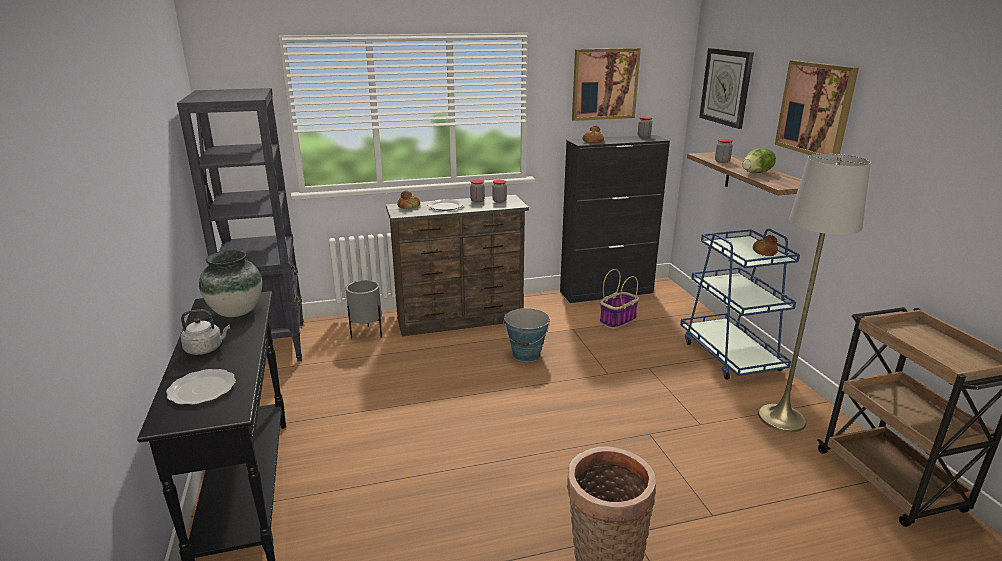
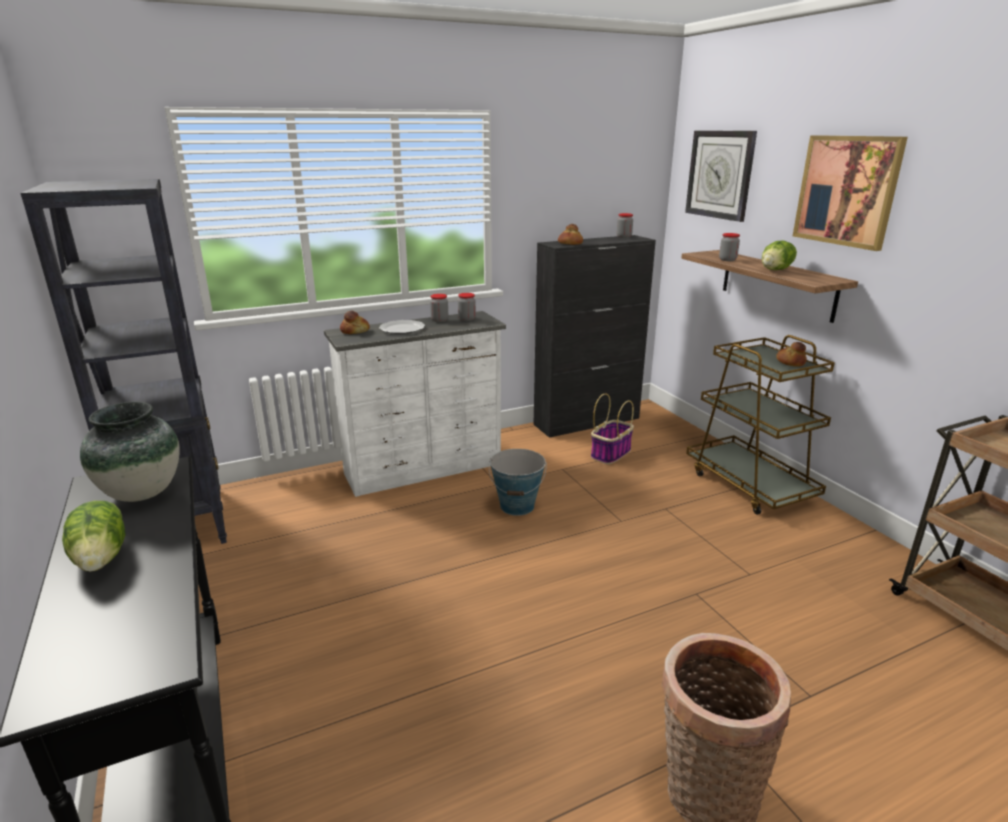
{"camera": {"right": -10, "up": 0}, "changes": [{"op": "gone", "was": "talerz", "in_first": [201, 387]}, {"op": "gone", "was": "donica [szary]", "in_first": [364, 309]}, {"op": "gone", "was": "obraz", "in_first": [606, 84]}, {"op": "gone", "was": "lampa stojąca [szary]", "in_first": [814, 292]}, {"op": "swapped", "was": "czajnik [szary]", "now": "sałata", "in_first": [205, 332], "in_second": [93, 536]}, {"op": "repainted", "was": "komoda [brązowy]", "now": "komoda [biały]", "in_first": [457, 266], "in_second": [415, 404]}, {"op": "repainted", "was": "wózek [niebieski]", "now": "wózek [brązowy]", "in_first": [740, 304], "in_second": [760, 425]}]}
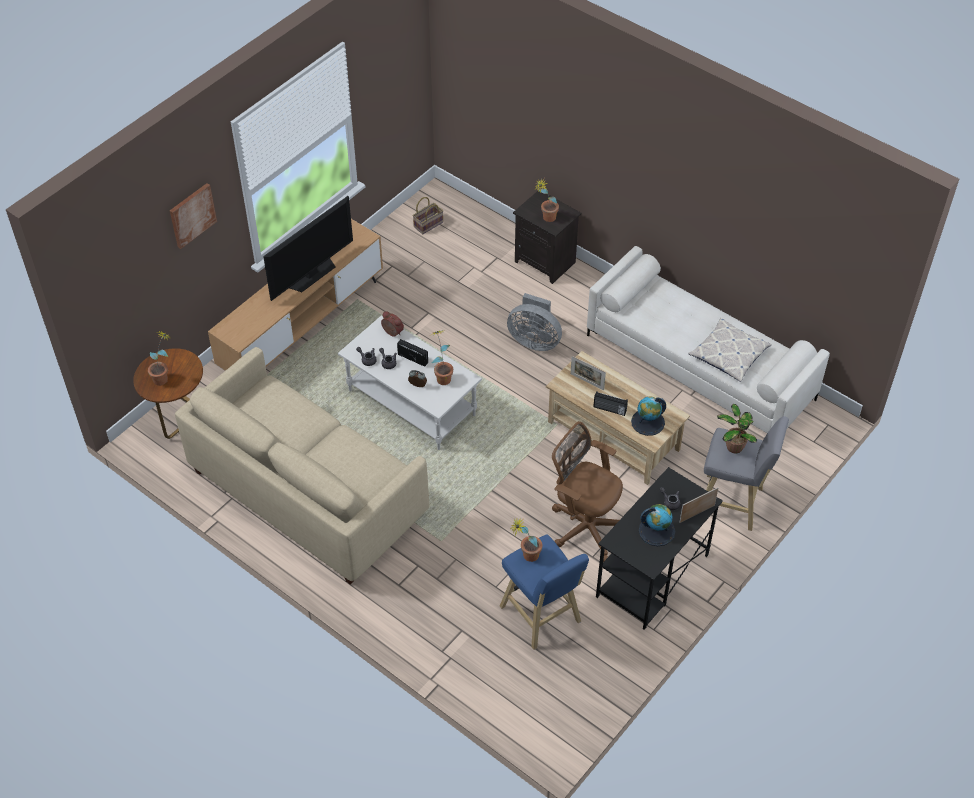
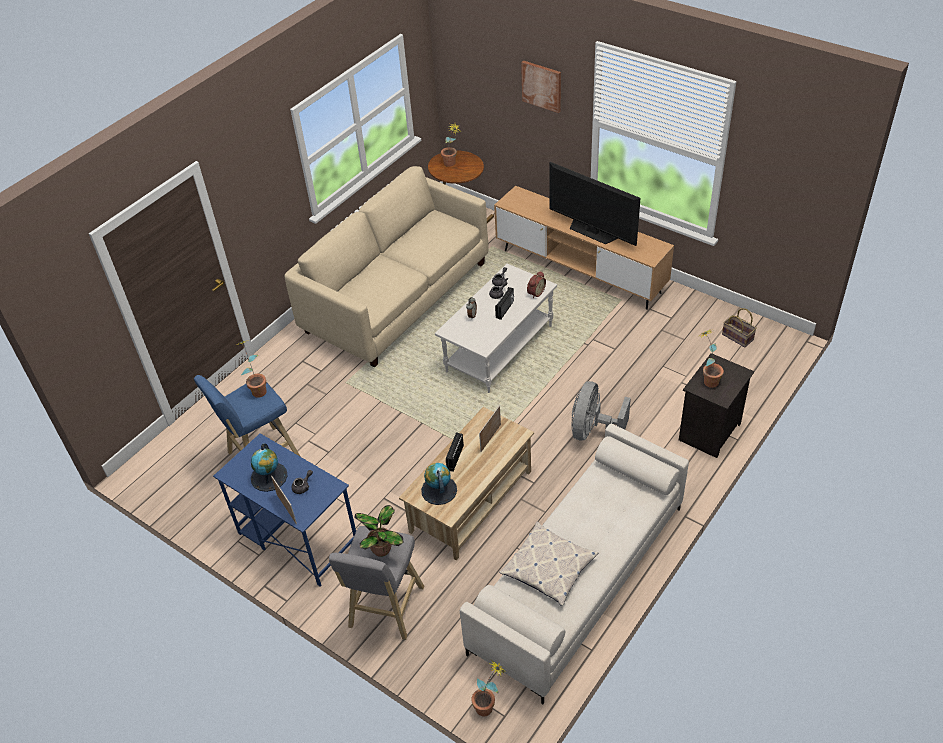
{"camera": {"right": 90, "up": -5}, "changes": [{"op": "gone", "was": "krzesło biurowe [brązowy]", "in_first": [587, 491]}, {"op": "shifted", "was": "roślina doniczkowa", "in_first": [442, 358], "in_second": [488, 689]}, {"op": "repainted", "was": "biurko [czarny]", "now": "biurko [niebieski]", "in_first": [659, 548], "in_second": [284, 509]}]}
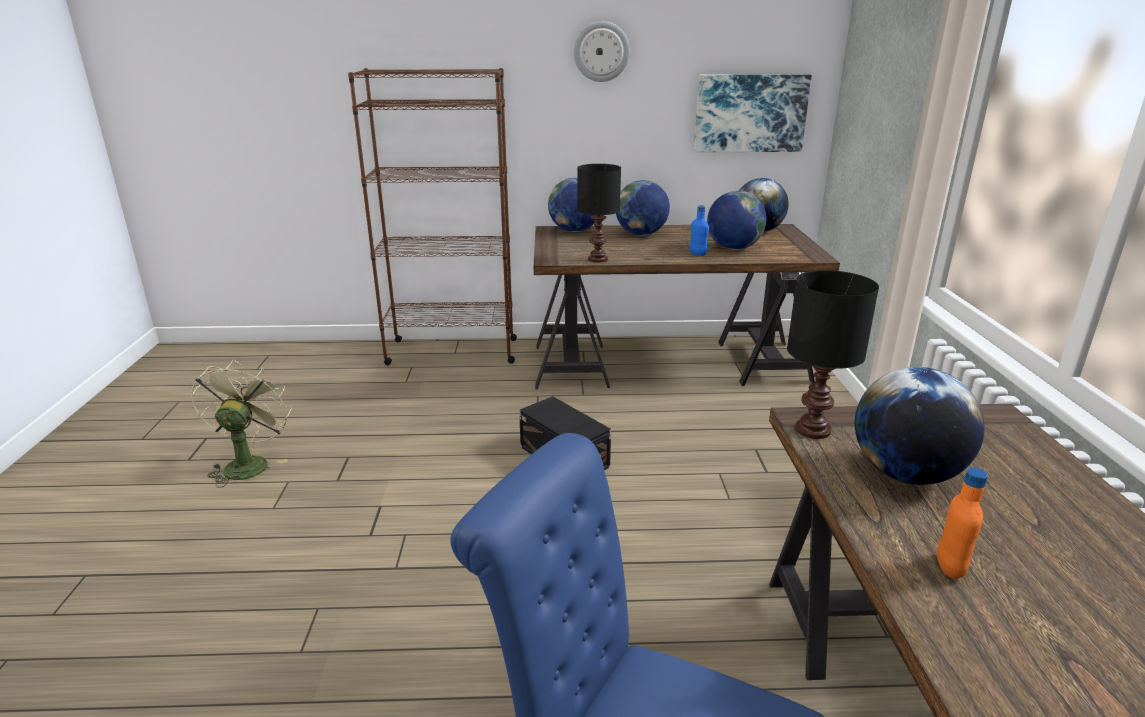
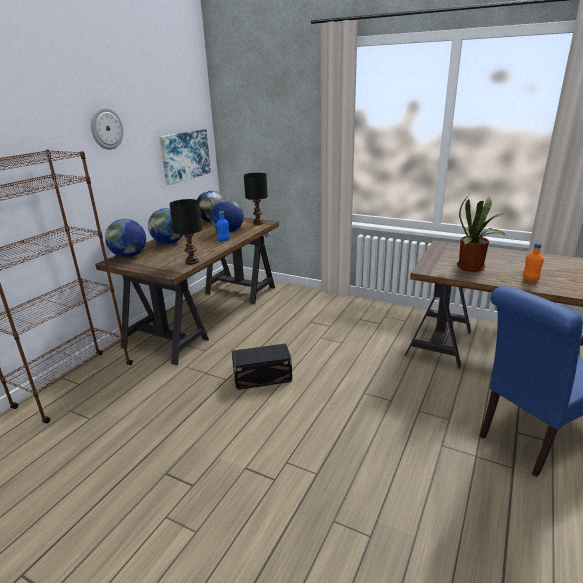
{"camera": {"right": -60, "up": 0}, "changes": [{"op": "gone", "was": "wentylator [zielony]", "in_first": [241, 423]}, {"op": "shifted", "was": "lampa stołowa [czarny]", "in_first": [833, 354], "in_second": [256, 199]}, {"op": "swapped", "was": "globus", "now": "roślina doniczkowa", "in_first": [920, 426], "in_second": [485, 233]}]}
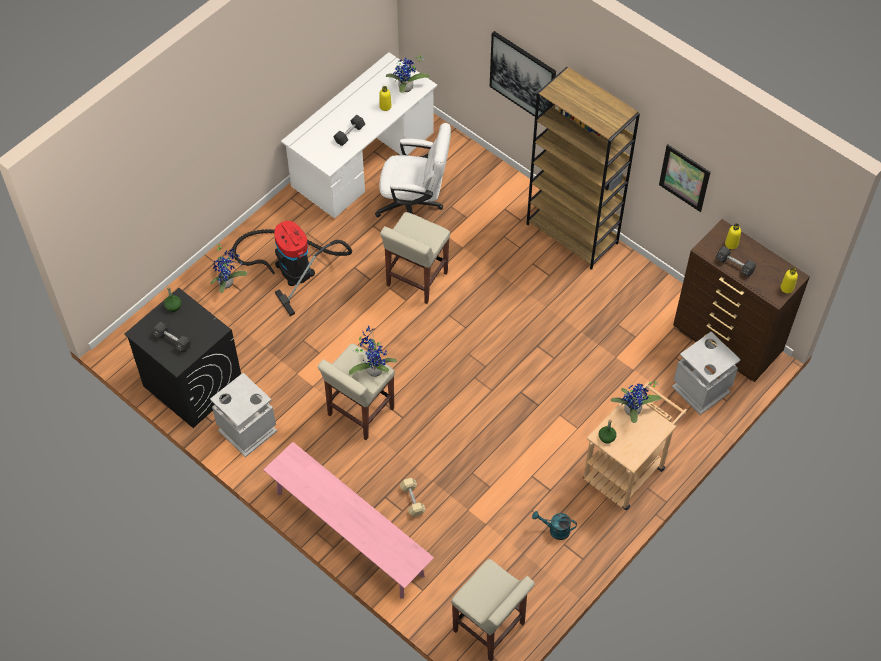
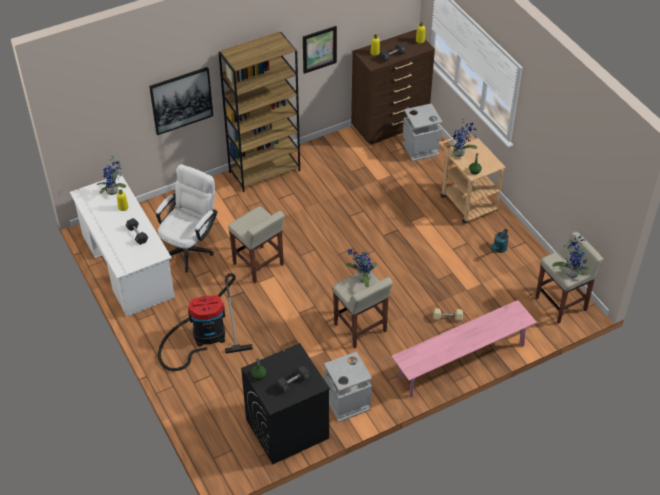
{"camera": {"right": -70, "up": -10}, "changes": [{"op": "shifted", "was": "roślina doniczkowa", "in_first": [228, 267], "in_second": [572, 257]}]}
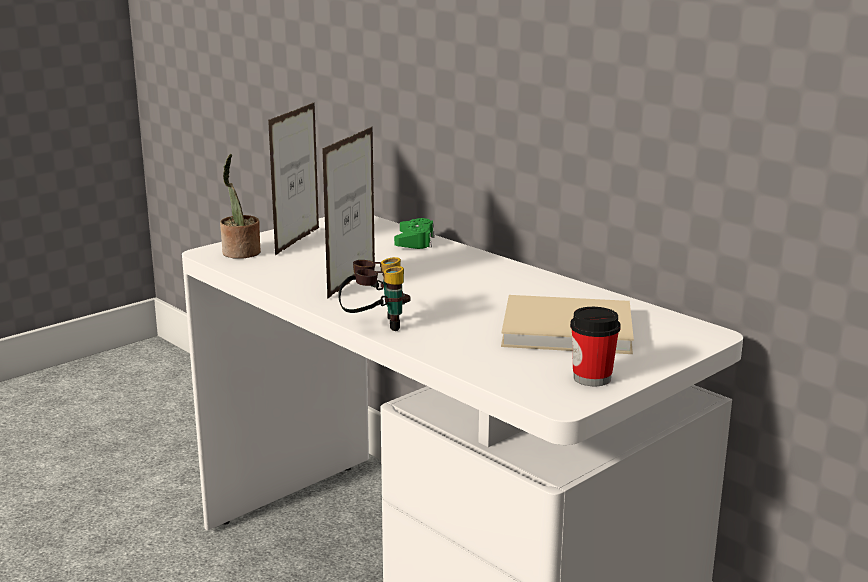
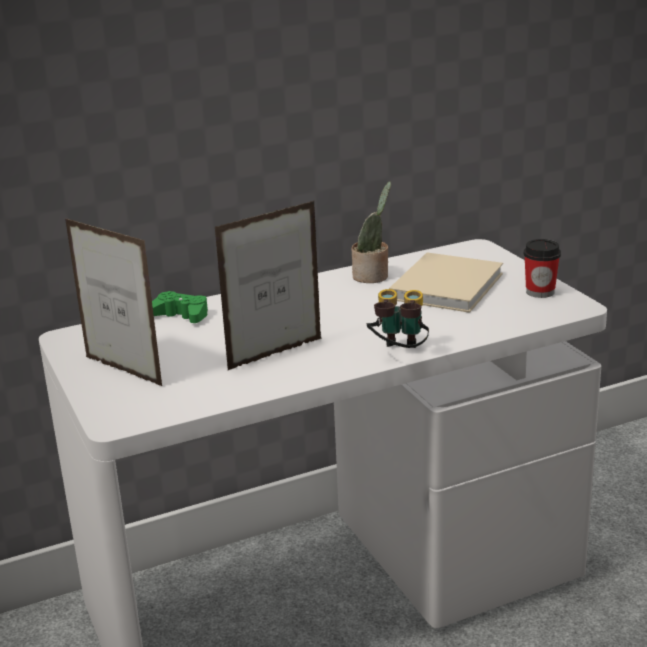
{"camera": {"right": -70, "up": 5}, "changes": [{"op": "shifted", "was": "roślina doniczkowa", "in_first": [240, 206], "in_second": [371, 232]}, {"op": "rotated", "was": "ramka na zdjęcie", "in_first": [348, 212], "in_second": [268, 285], "clockwise": 105}]}
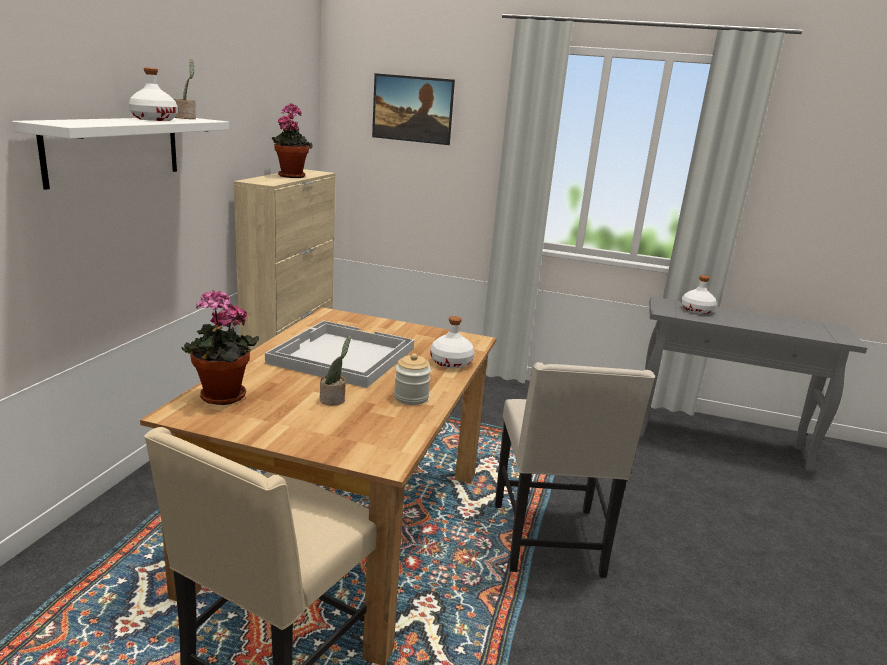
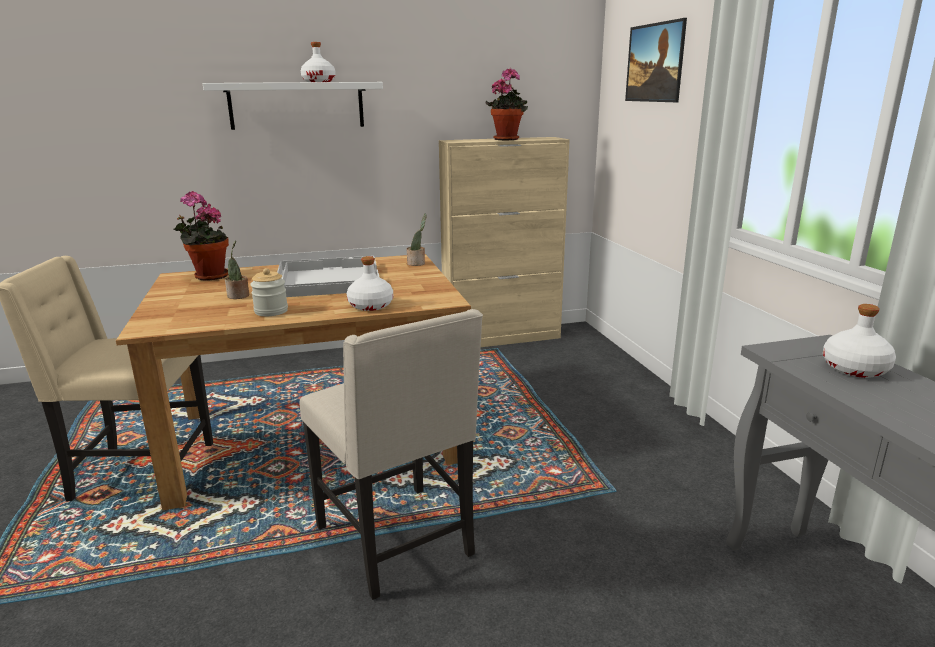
{"camera": {"right": 60, "up": 0}, "changes": [{"op": "shifted", "was": "roślina doniczkowa", "in_first": [185, 89], "in_second": [417, 240]}, {"op": "rotated", "was": "krzesło [beżowy]", "in_first": [575, 470], "in_second": [391, 454], "clockwise": -90}]}
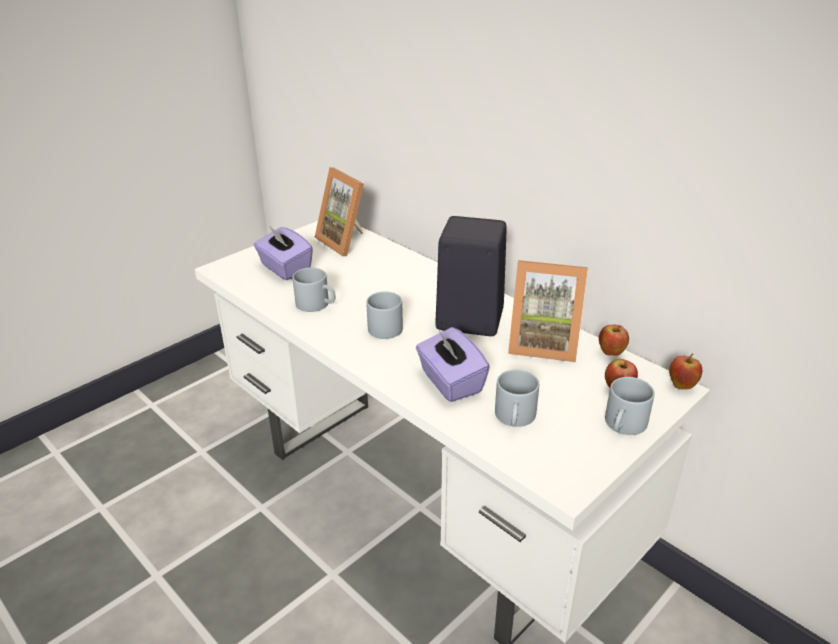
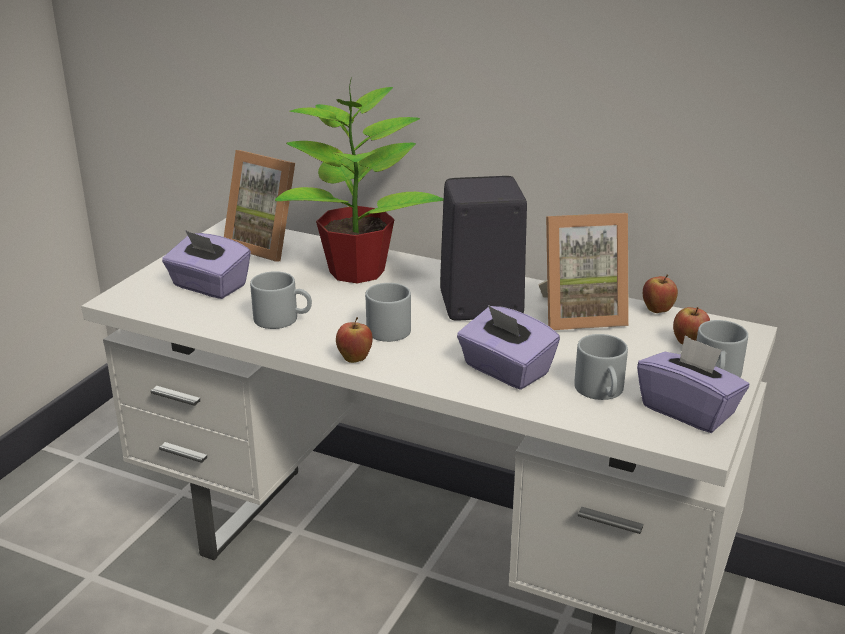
{"camera": {"right": -20, "up": -5}, "changes": [{"op": "new", "now": "roślina doniczkowa", "in_second": [359, 180]}, {"op": "new", "now": "pudełko chusteczek [fioletowy]", "in_second": [693, 384]}, {"op": "shifted", "was": "jabłko", "in_first": [685, 371], "in_second": [354, 340]}]}
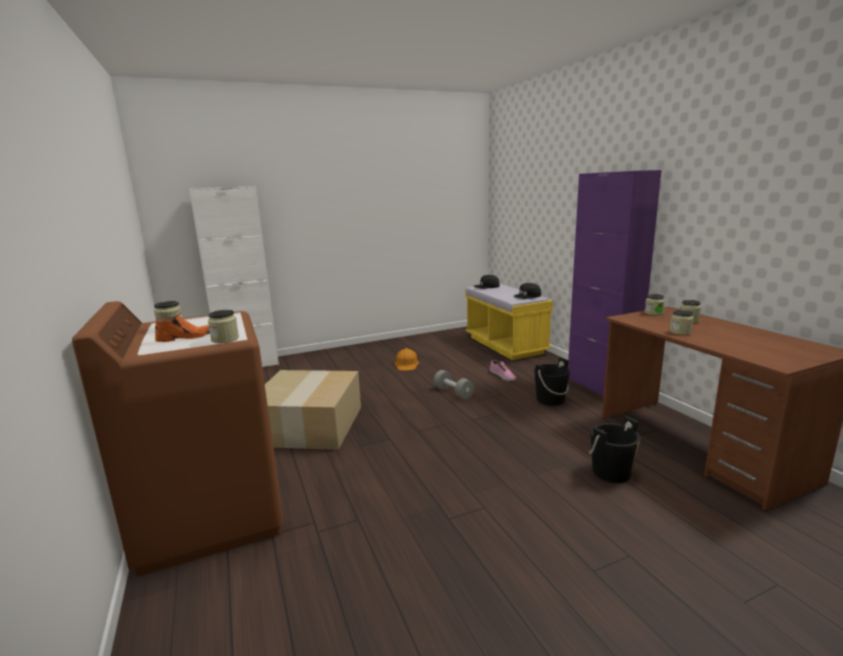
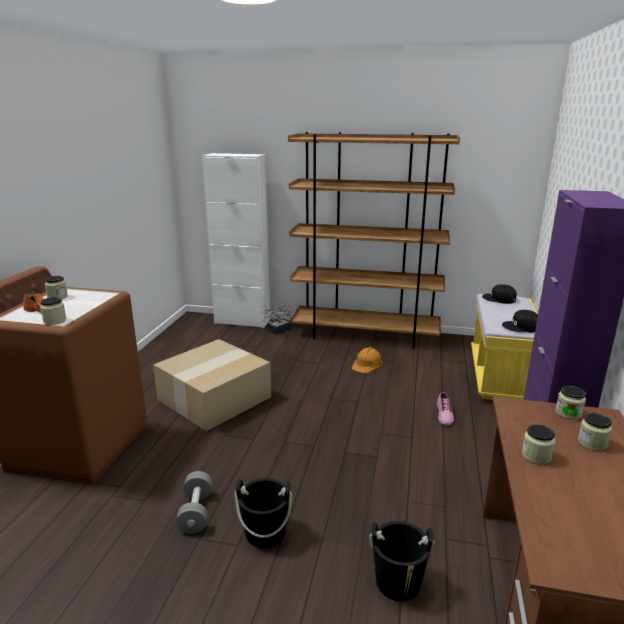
{"camera": {"right": 35, "up": 5}, "changes": [{"op": "new", "now": "roślina doniczkowa", "in_second": [277, 320]}, {"op": "new", "now": "regał [brązowy]", "in_second": [374, 240]}, {"op": "shifted", "was": "hantel [szary]", "in_first": [453, 384], "in_second": [194, 502]}, {"op": "shifted", "was": "wiadro [czarny]", "in_first": [552, 382], "in_second": [263, 513]}]}
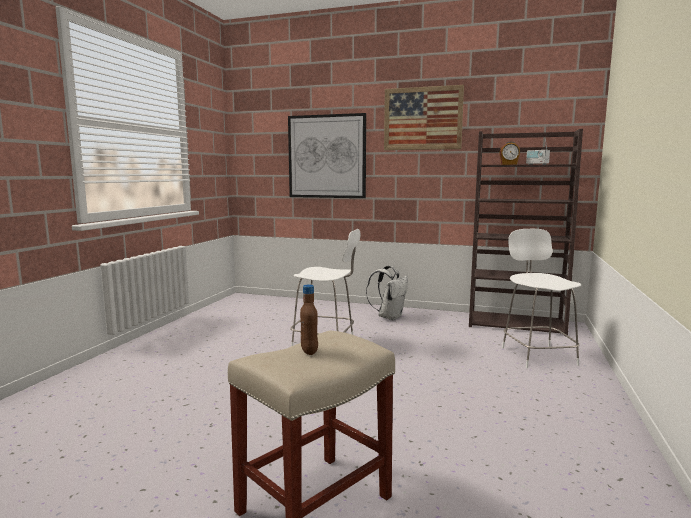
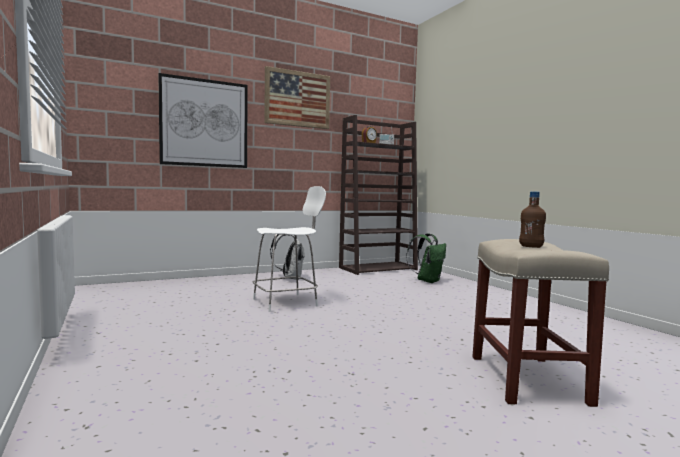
{"camera": {"right": -45, "up": -5}, "changes": [{"op": "swapped", "was": "krzesło [biały]", "now": "plecak [zielony]", "in_first": [541, 298], "in_second": [426, 258]}]}
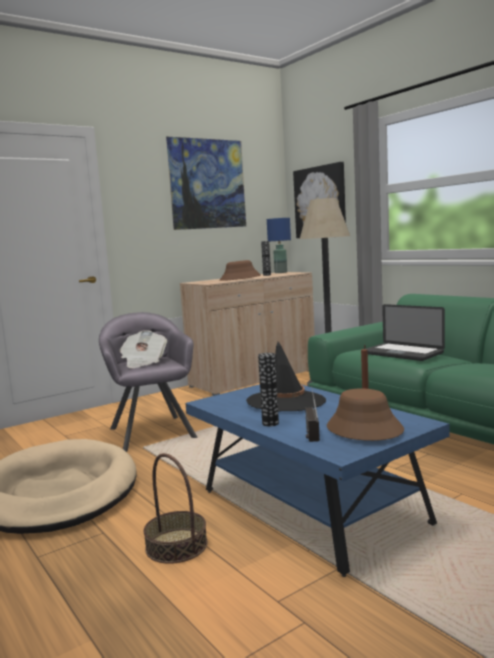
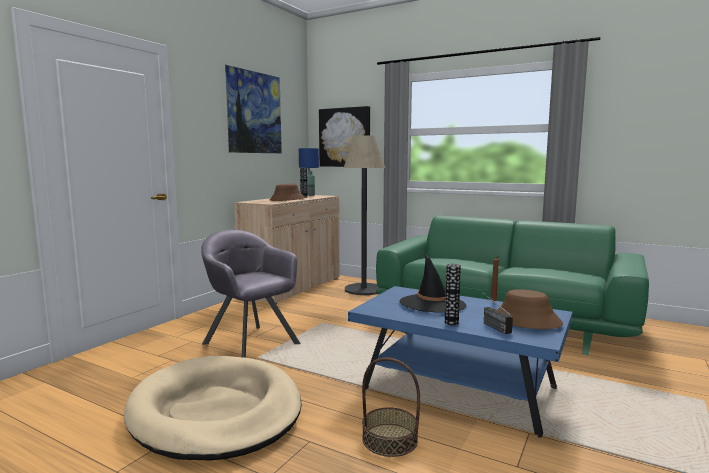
{"camera": {"right": -25, "up": 0}, "changes": [{"op": "gone", "was": "gazeta", "in_first": [143, 349]}, {"op": "gone", "was": "laptop", "in_first": [405, 332]}]}
